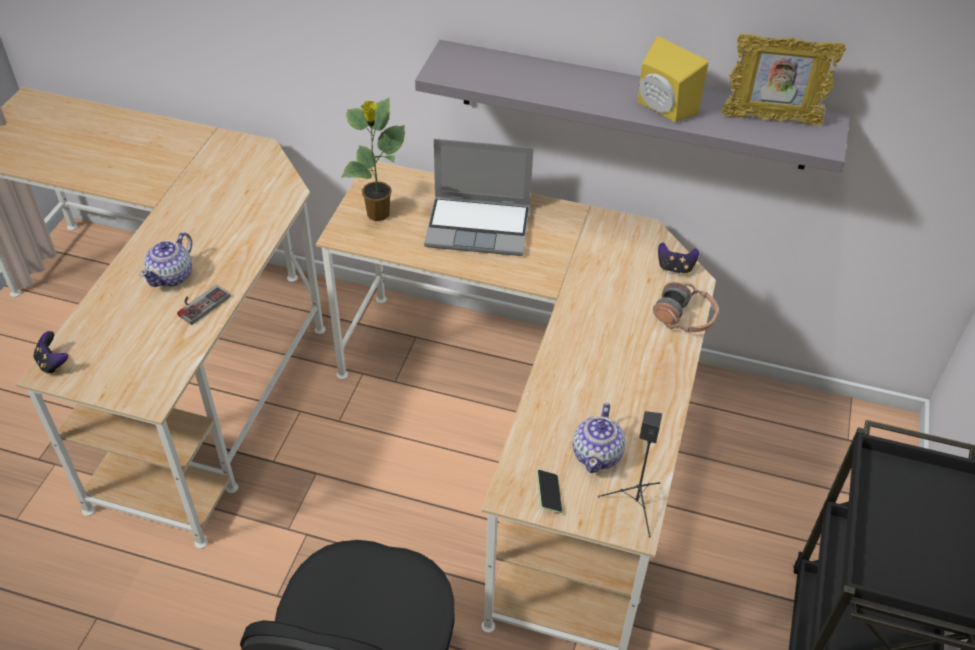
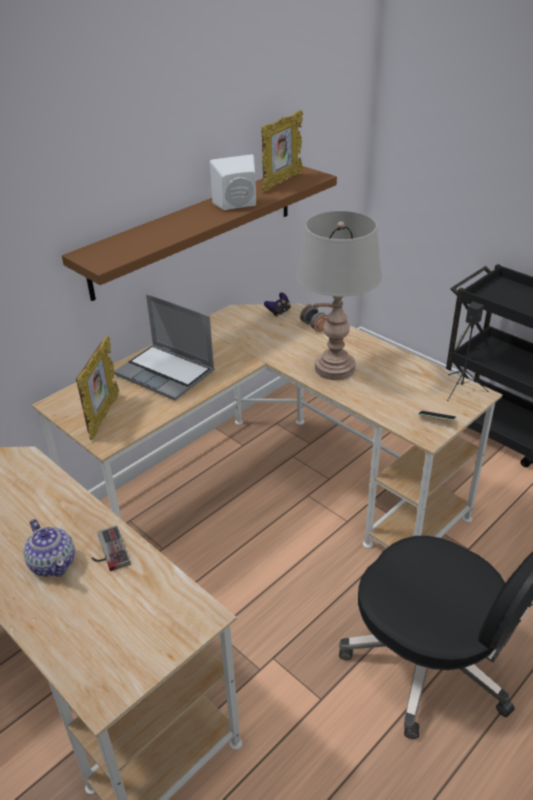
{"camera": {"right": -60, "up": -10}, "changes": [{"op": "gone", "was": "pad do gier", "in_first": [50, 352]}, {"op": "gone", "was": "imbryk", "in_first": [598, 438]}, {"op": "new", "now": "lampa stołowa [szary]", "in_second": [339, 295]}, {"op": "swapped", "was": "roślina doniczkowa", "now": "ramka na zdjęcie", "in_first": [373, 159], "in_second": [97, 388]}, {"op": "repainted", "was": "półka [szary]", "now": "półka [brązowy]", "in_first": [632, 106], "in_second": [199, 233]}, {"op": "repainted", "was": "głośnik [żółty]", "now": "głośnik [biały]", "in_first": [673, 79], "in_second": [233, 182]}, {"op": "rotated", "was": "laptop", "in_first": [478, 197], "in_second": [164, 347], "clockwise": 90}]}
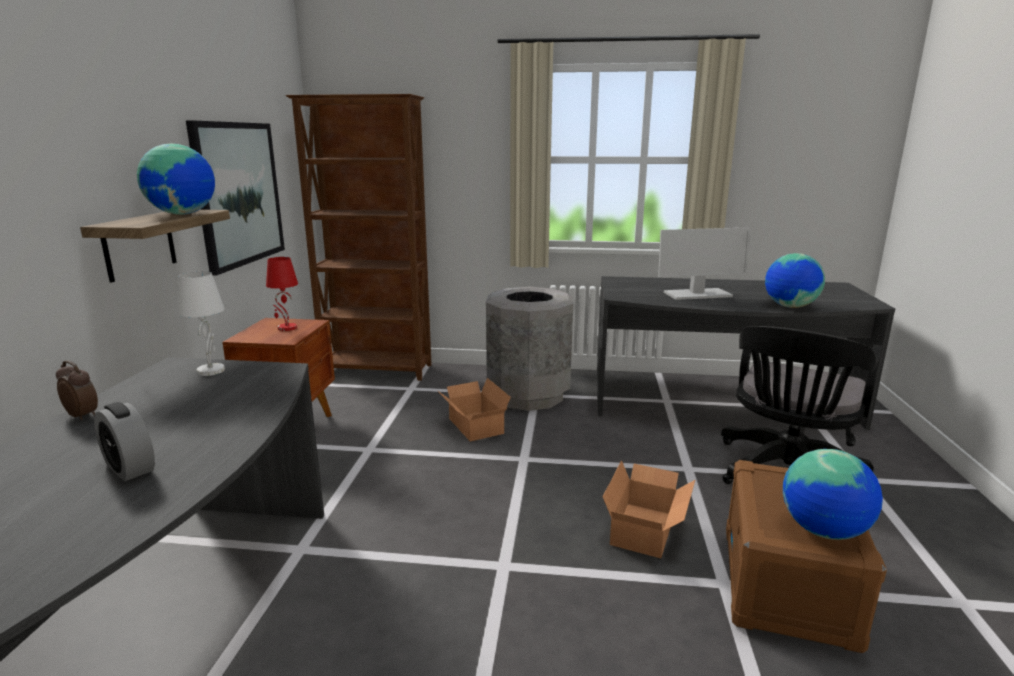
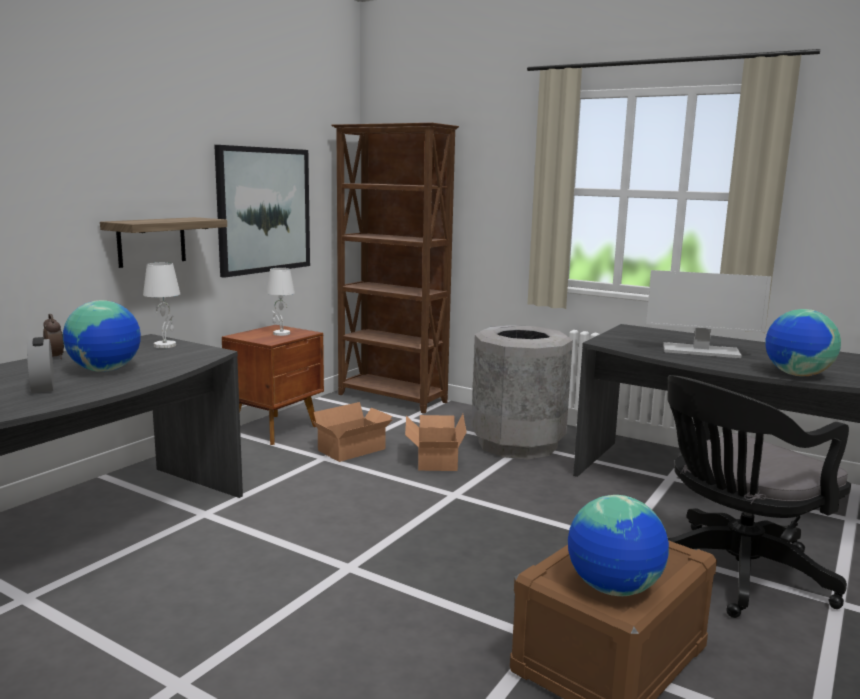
{"camera": {"right": 25, "up": -5}, "changes": [{"op": "shifted", "was": "globus", "in_first": [176, 179], "in_second": [102, 336]}, {"op": "shifted", "was": "karton", "in_first": [649, 509], "in_second": [352, 432]}, {"op": "repainted", "was": "lampa stołowa [czerwony]", "now": "lampa stołowa [biały]", "in_first": [282, 294], "in_second": [281, 302]}]}
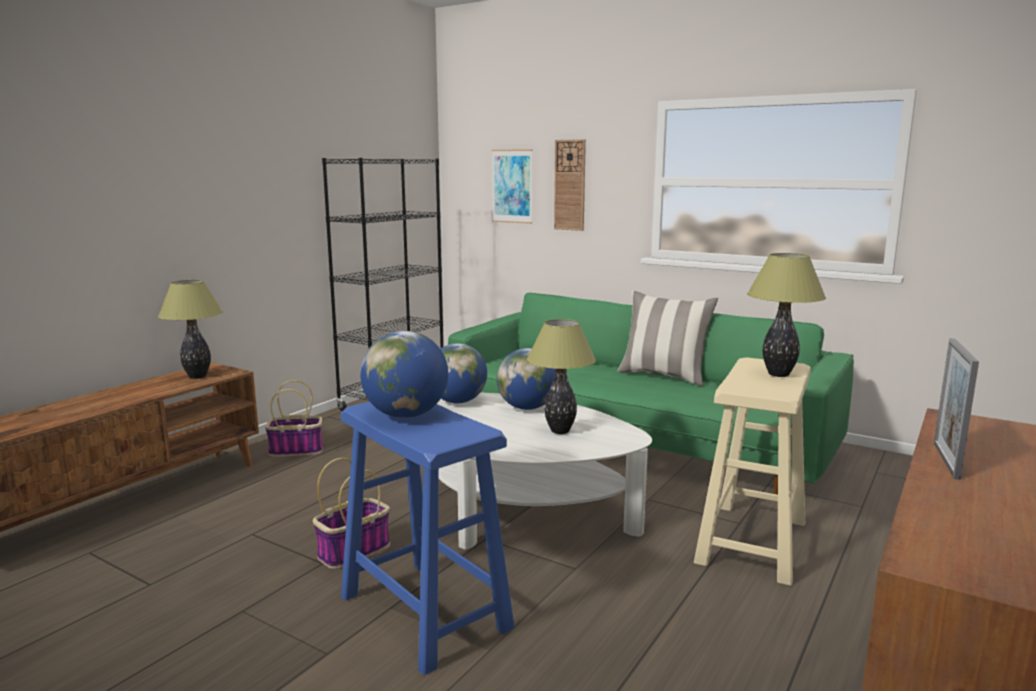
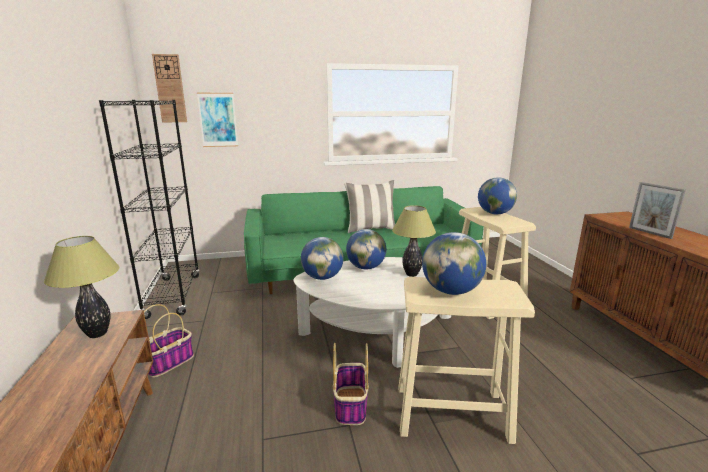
{"camera": {"right": -45, "up": 5}, "changes": [{"op": "shifted", "was": "zegar ścienny", "in_first": [570, 185], "in_second": [169, 88]}, {"op": "swapped", "was": "lampa stołowa", "now": "globus", "in_first": [786, 315], "in_second": [497, 195]}, {"op": "repainted", "was": "stołek [niebieski]", "now": "stołek [beżowy]", "in_first": [427, 538], "in_second": [467, 360]}]}
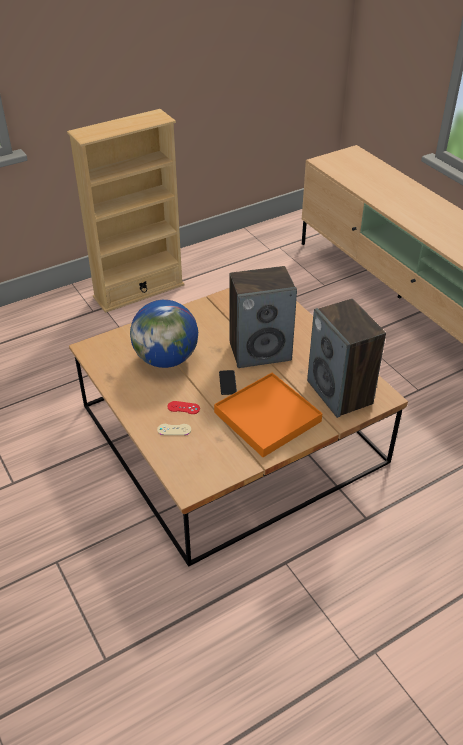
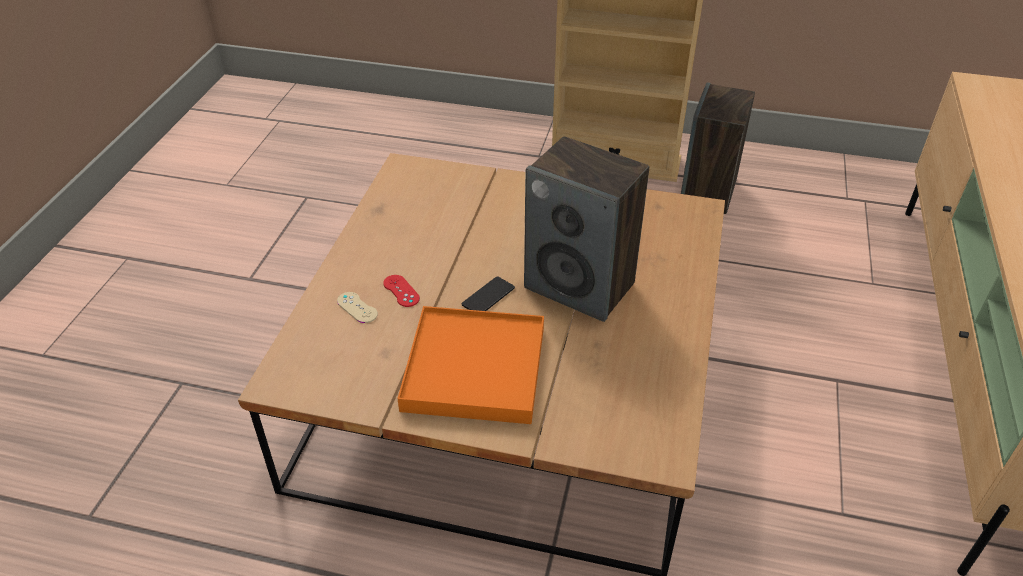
{"camera": {"right": 45, "up": 0}, "changes": [{"op": "gone", "was": "globus", "in_first": [164, 334]}, {"op": "shifted", "was": "głośnik", "in_first": [346, 358], "in_second": [718, 148]}]}
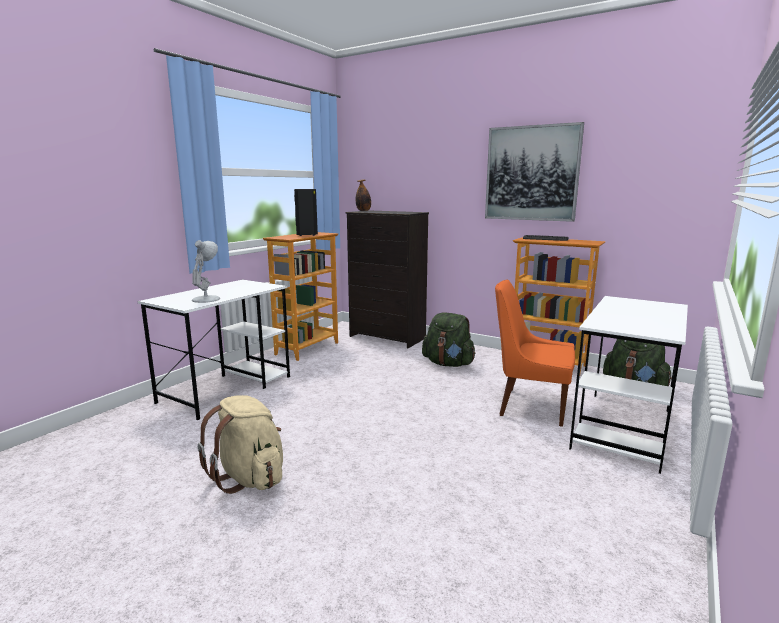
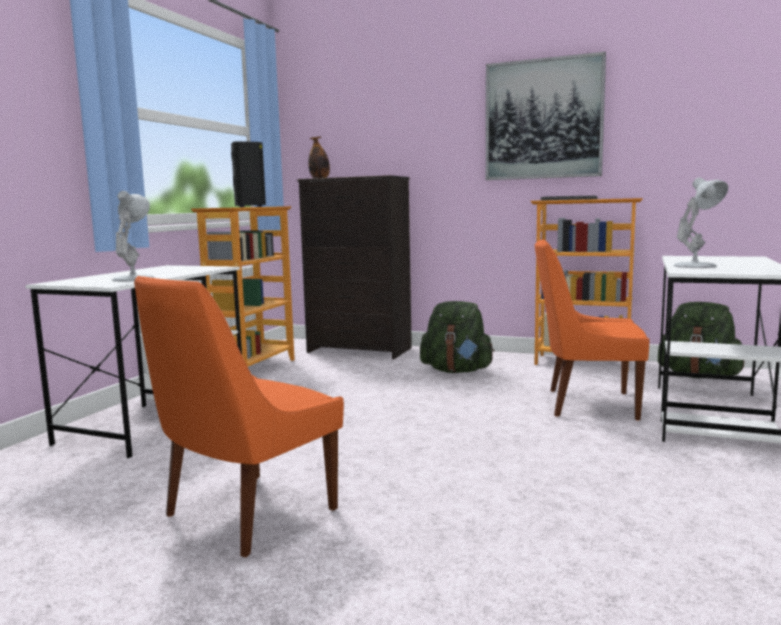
{"camera": {"right": -10, "up": -5}, "changes": [{"op": "new", "now": "lampa stołowa [biały]", "in_second": [700, 223]}, {"op": "swapped", "was": "plecak [beżowy]", "now": "krzesło [pomarańczowy]", "in_first": [240, 444], "in_second": [239, 416]}]}
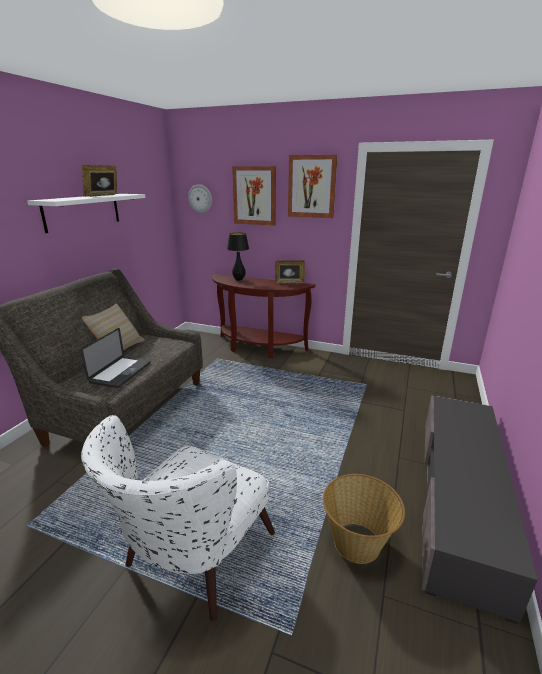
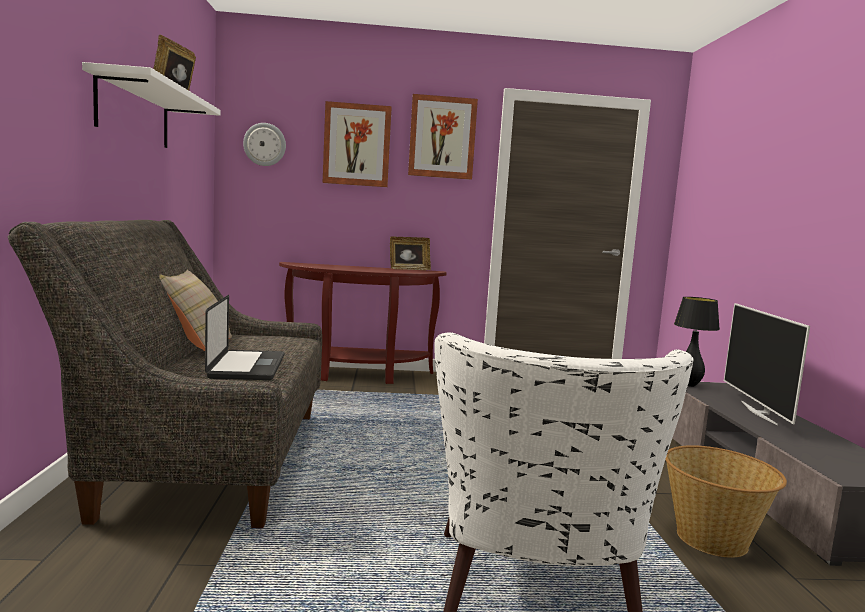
{"camera": {"right": -25, "up": -15}, "changes": [{"op": "new", "now": "telewizor", "in_second": [767, 364]}, {"op": "shifted", "was": "lampa stołowa [czarny]", "in_first": [238, 257], "in_second": [697, 342]}]}
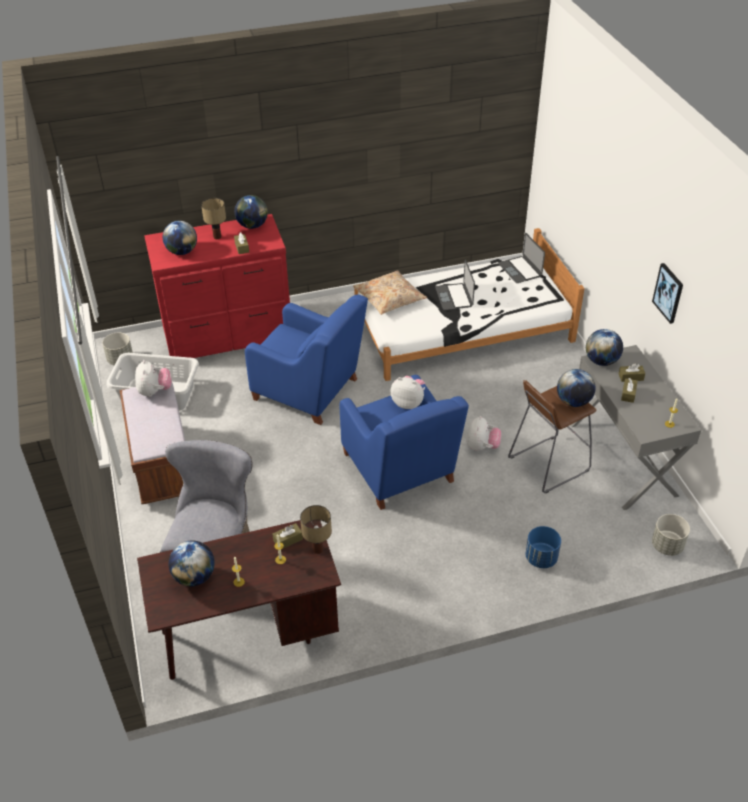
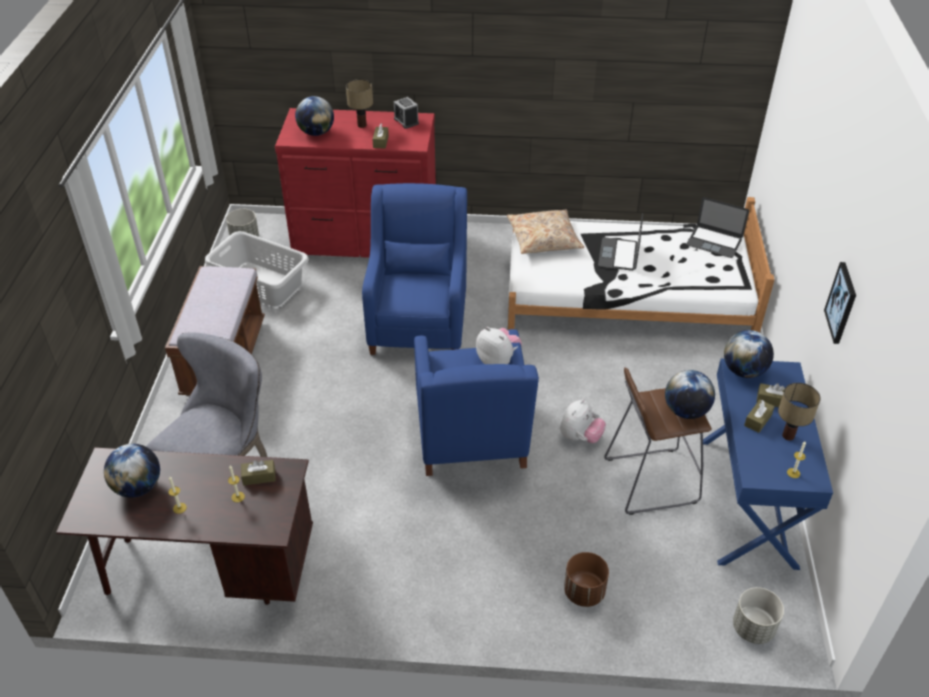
{"camera": {"right": 20, "up": 0}, "changes": [{"op": "gone", "was": "pluszak", "in_first": [153, 378]}, {"op": "shifted", "was": "lampa stołowa", "in_first": [316, 529], "in_second": [799, 412]}, {"op": "swapped", "was": "globus", "now": "budzik", "in_first": [251, 212], "in_second": [406, 113]}, {"op": "repainted", "was": "donica [niebieski]", "now": "donica [brązowy]", "in_first": [543, 547], "in_second": [586, 579]}, {"op": "repainted", "was": "biurko [szary]", "now": "biurko [niebieski]", "in_first": [635, 427], "in_second": [768, 464]}, {"op": "rotated", "was": "fotel [niebieski]", "in_first": [306, 360], "in_second": [414, 269], "clockwise": -135}, {"op": "rotated", "was": "laptop", "in_first": [521, 258], "in_second": [718, 227], "clockwise": -60}]}
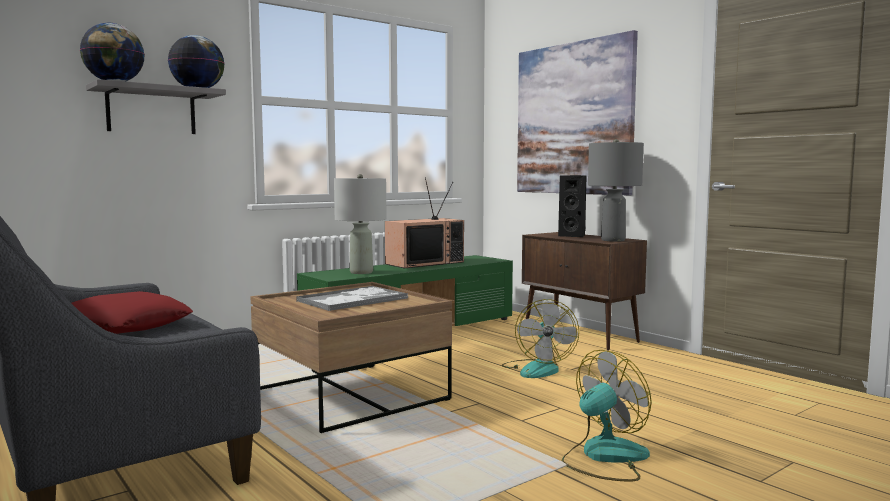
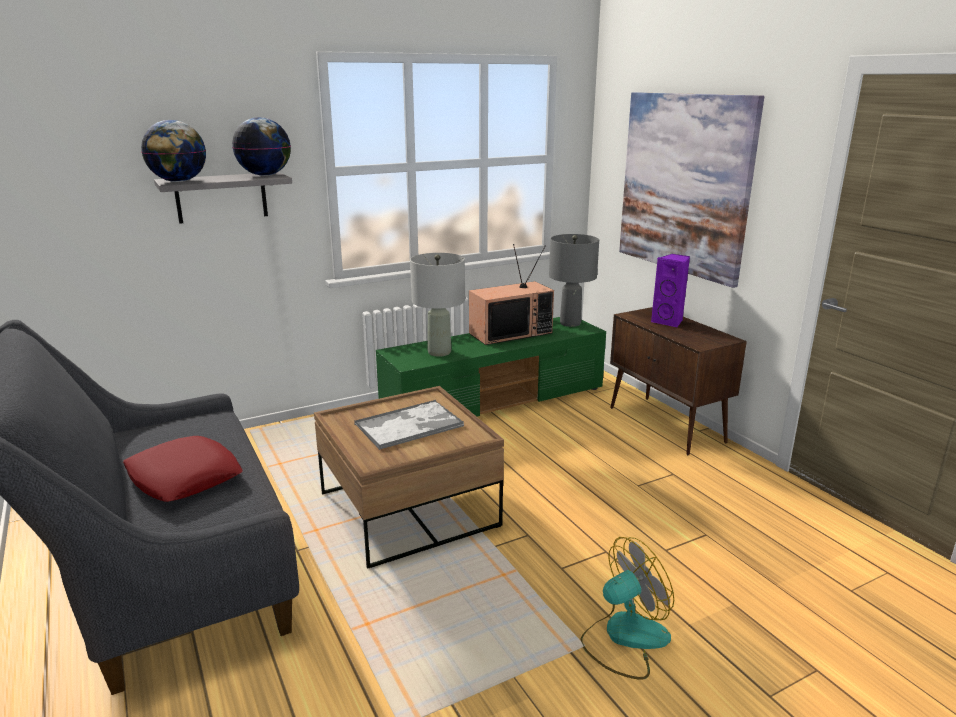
{"camera": {"right": 10, "up": 15}, "changes": [{"op": "gone", "was": "wentylator", "in_first": [540, 338]}, {"op": "shifted", "was": "lampa stołowa [szary]", "in_first": [616, 190], "in_second": [574, 280]}, {"op": "repainted", "was": "głośnik [czarny]", "now": "głośnik [fioletowy]", "in_first": [572, 206], "in_second": [670, 291]}]}
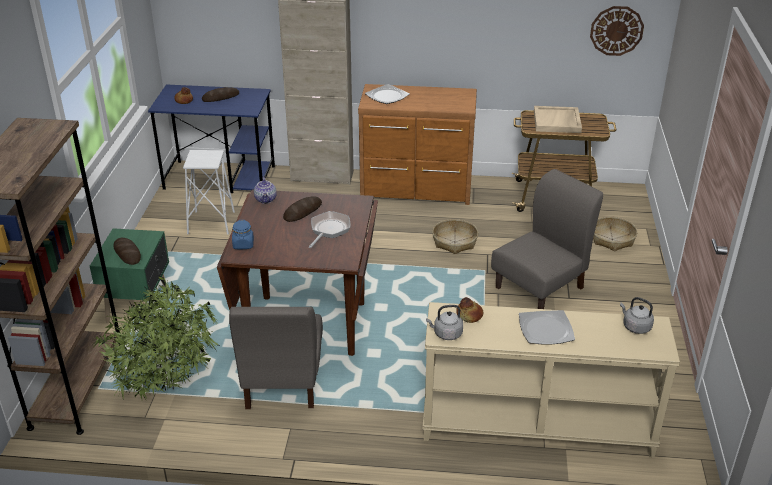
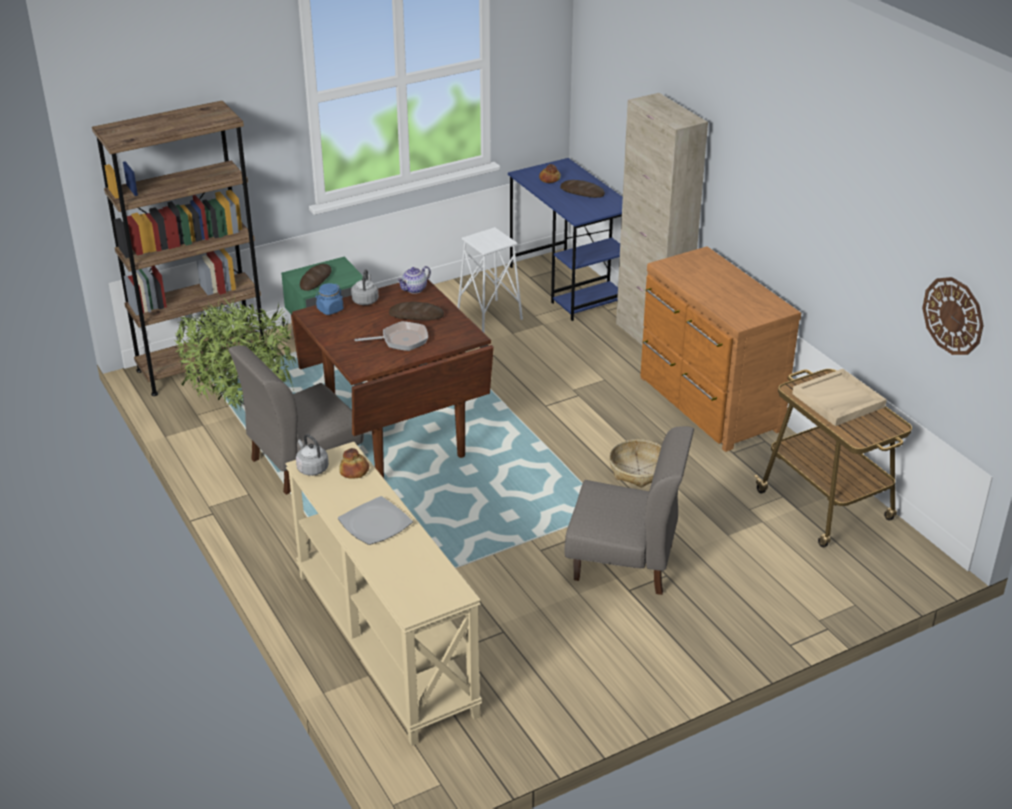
{"camera": {"right": 55, "up": 0}, "changes": [{"op": "gone", "was": "talerz", "in_first": [387, 94]}, {"op": "gone", "was": "koszyk", "in_first": [615, 234]}, {"op": "shifted", "was": "czajnik [szary]", "in_first": [637, 315], "in_second": [365, 287]}]}
